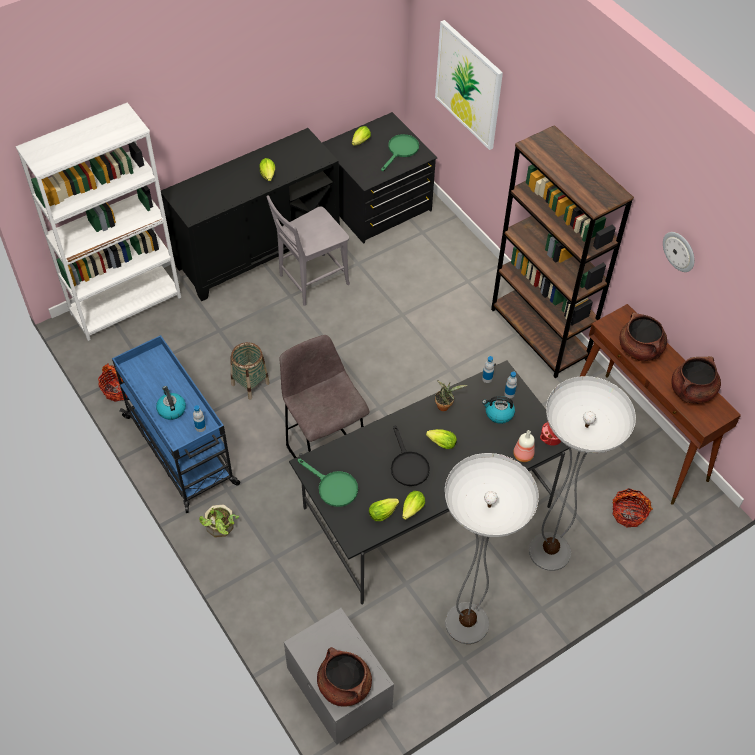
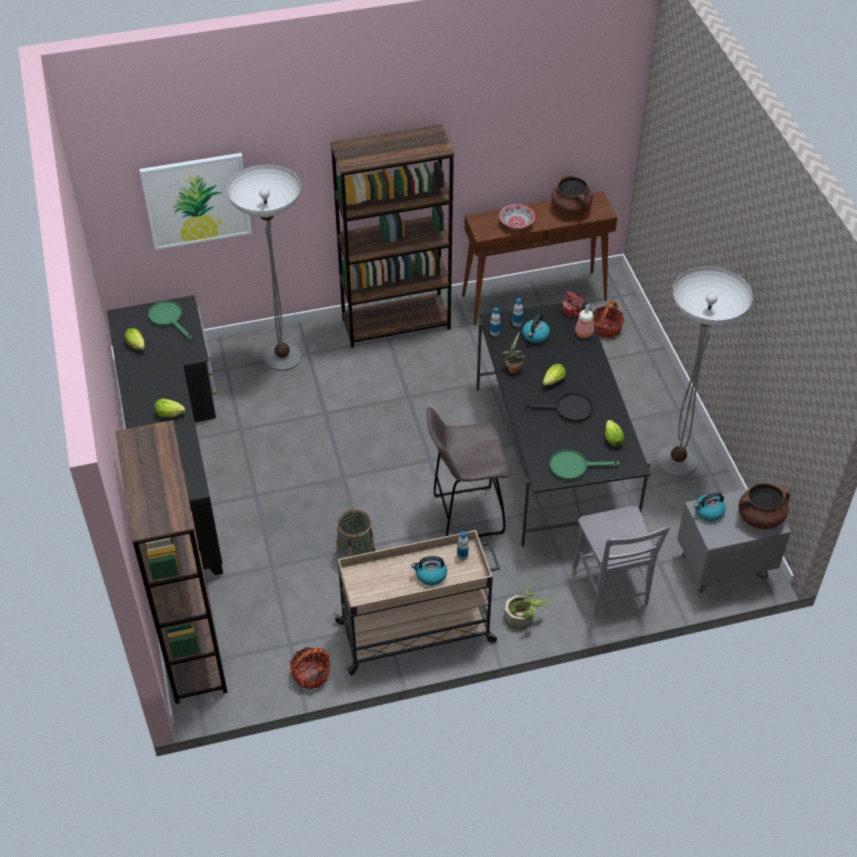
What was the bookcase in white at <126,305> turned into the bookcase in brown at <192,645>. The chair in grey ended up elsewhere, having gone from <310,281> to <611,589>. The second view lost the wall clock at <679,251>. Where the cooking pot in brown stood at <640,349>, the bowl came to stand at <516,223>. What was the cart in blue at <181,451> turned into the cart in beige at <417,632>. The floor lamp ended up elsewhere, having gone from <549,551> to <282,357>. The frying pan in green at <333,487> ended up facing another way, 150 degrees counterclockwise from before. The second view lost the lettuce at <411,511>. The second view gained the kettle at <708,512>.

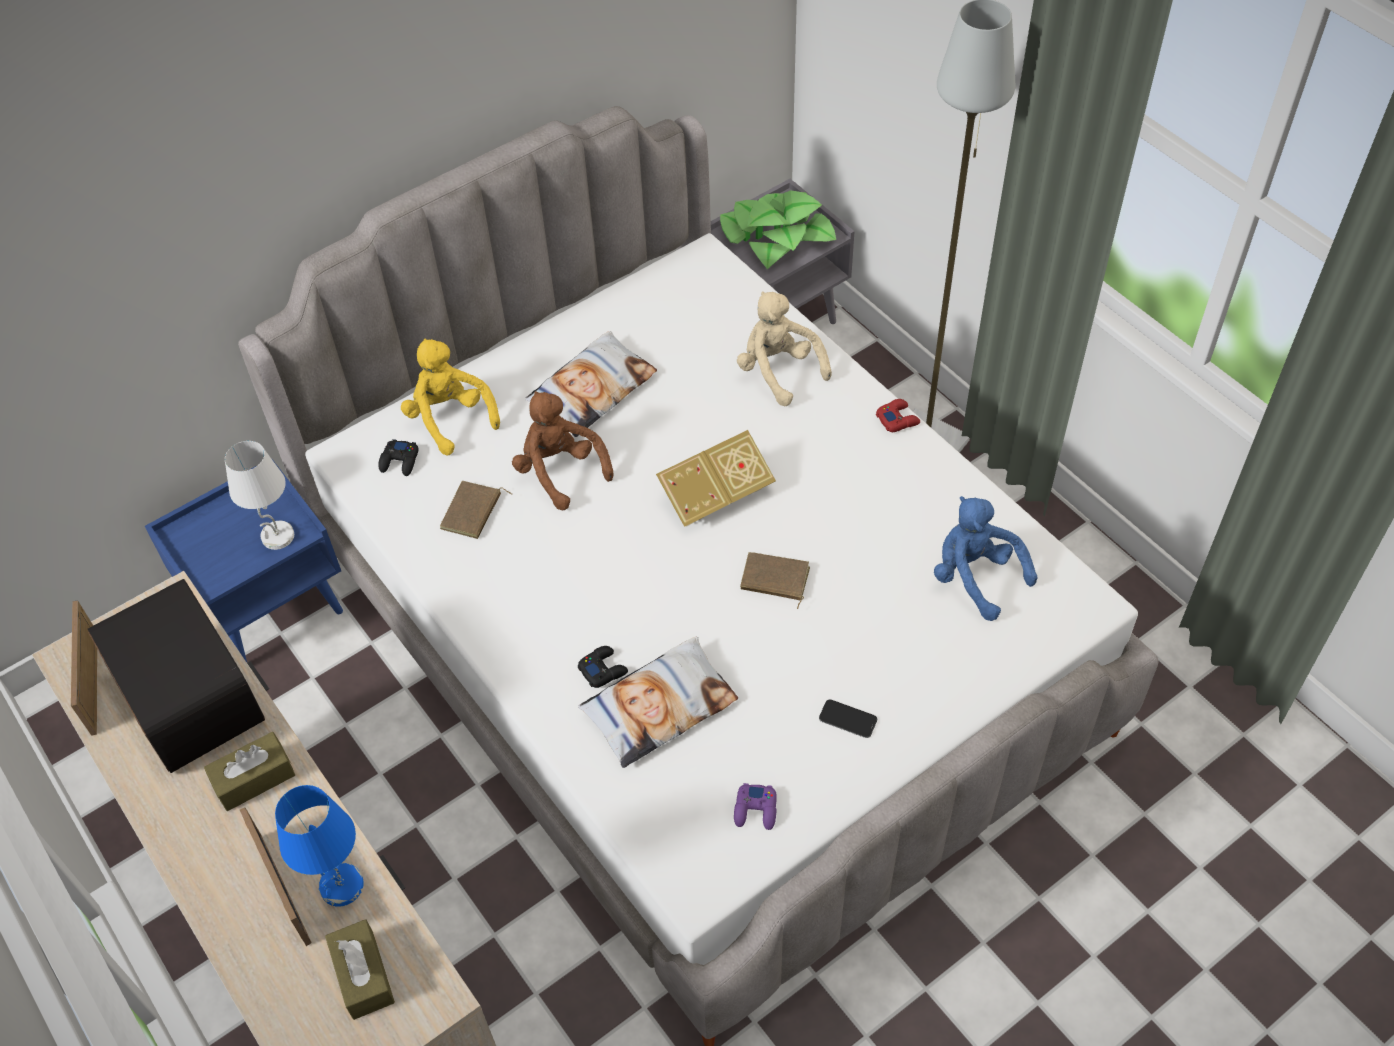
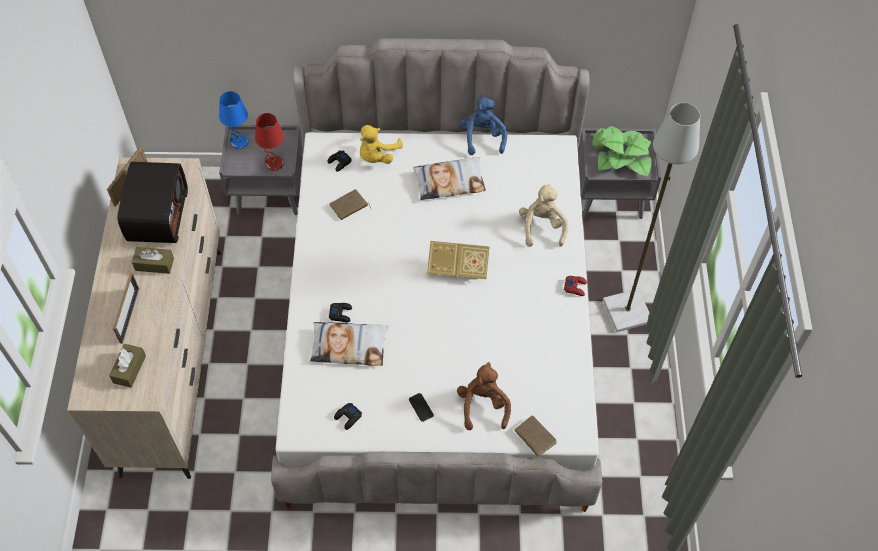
The plush toy in yellow at <450,418> ended up facing another way, 150 degrees counterclockwise from before. The plush toy in brown ended up elsewhere, having gone from <560,471> to <483,405>. What was the table lamp in white at <278,537> turned into the table lamp in red at <274,164>. What was the nightstand in blue at <272,608> turned into the nightstand in grey at <270,194>. The plush toy in blue ended up elsewhere, having gone from <975,577> to <483,137>. The book in brown ended up elsewhere, having gone from <774,580> to <534,437>. What was the game controller in purple at <756,810> turned into the game controller in black at <348,417>. The table lamp in blue ended up elsewhere, having gone from <342,887> to <239,143>.

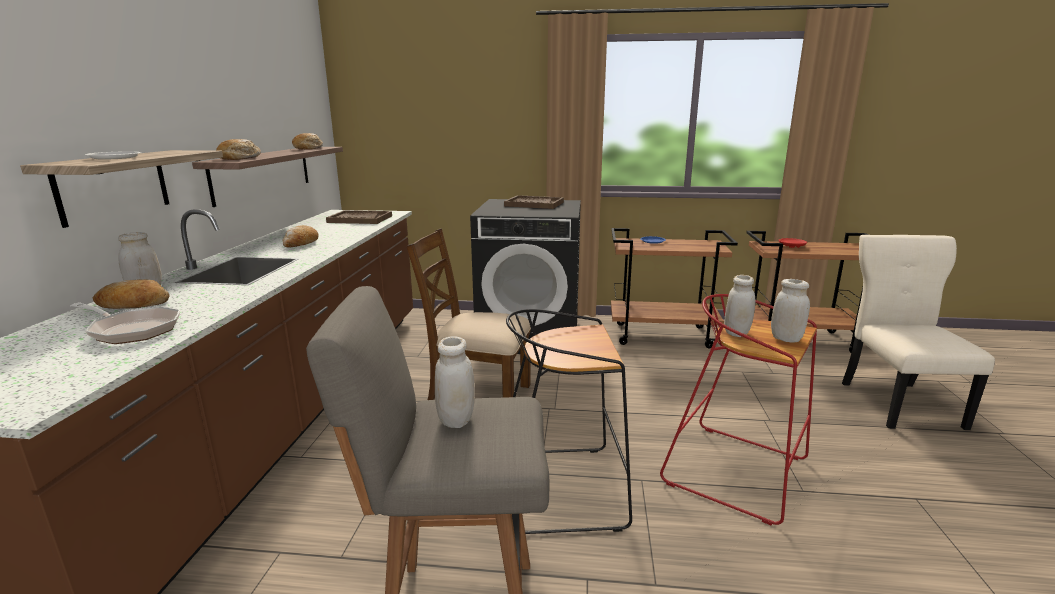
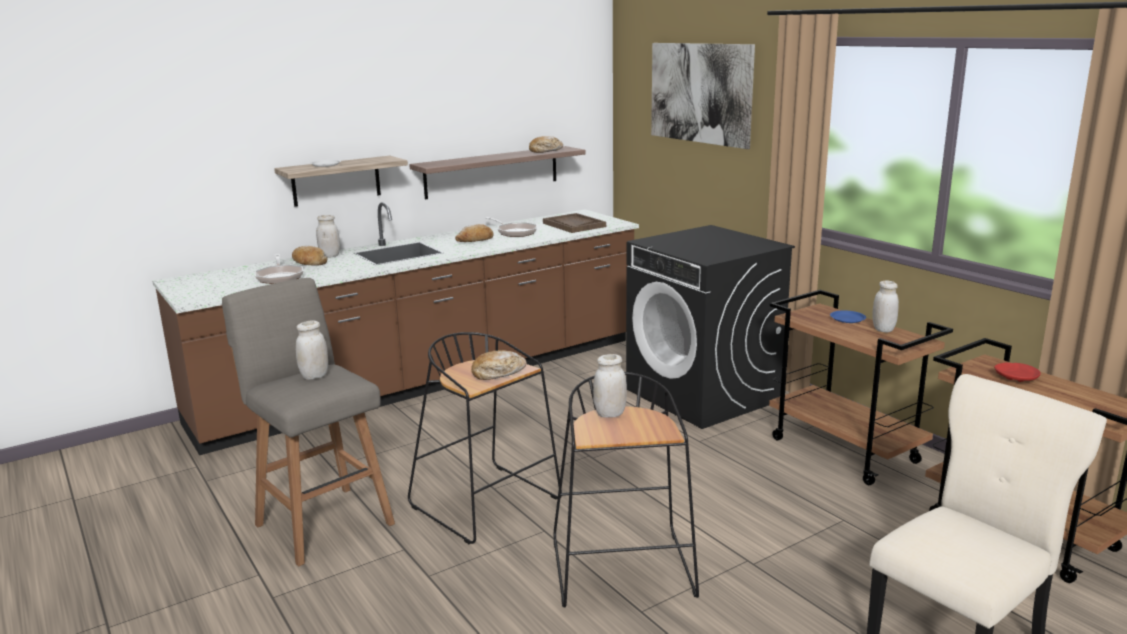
The bread ended up elsewhere, having gone from <240,158> to <498,373>. The second view lost the tray in brown at <534,204>. The second view lost the chair in brown at <478,396>. The jar in white ended up elsewhere, having gone from <786,339> to <883,329>. What was the stool in red at <738,471> turned into the stool in black at <624,570>. The second view gained the picture at <700,93>. The second view gained the frying pan at <514,232>.

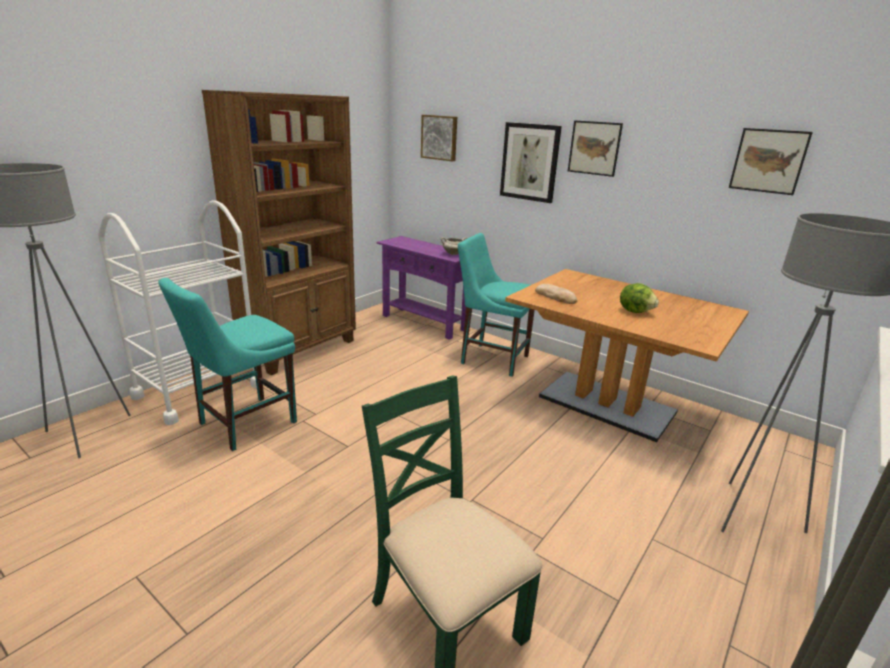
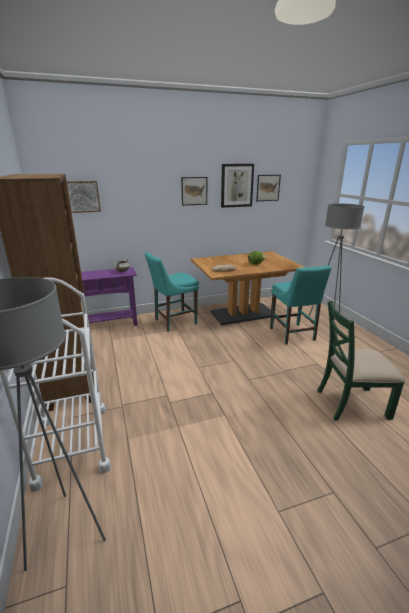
The picture ended up elsewhere, having gone from <530,162> to <236,185>. The chair in turquoise ended up elsewhere, having gone from <243,424> to <293,335>.

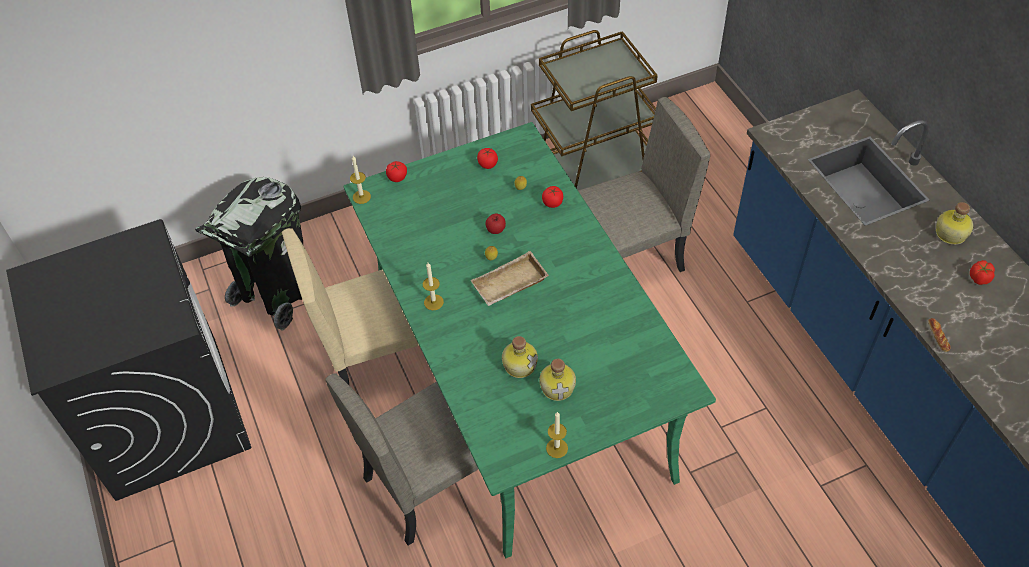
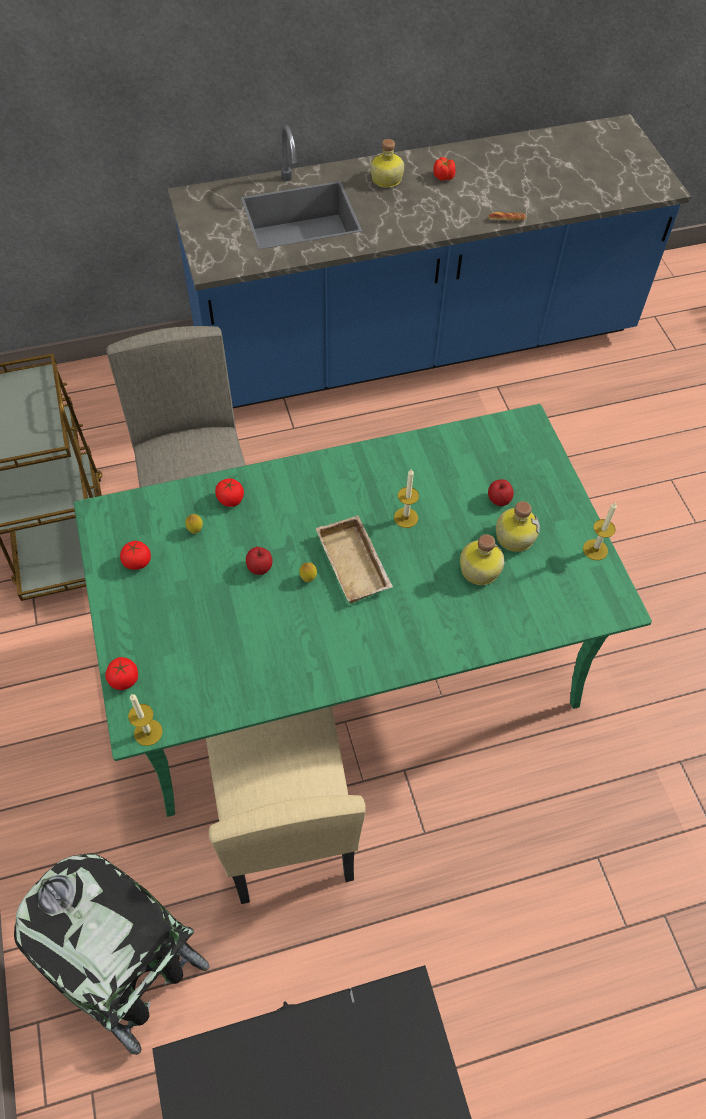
The candle ended up elsewhere, having gone from <433,302> to <406,517>. The second view lost the chair in beige at <432,481>. The second view gained the apple at <499,499>.

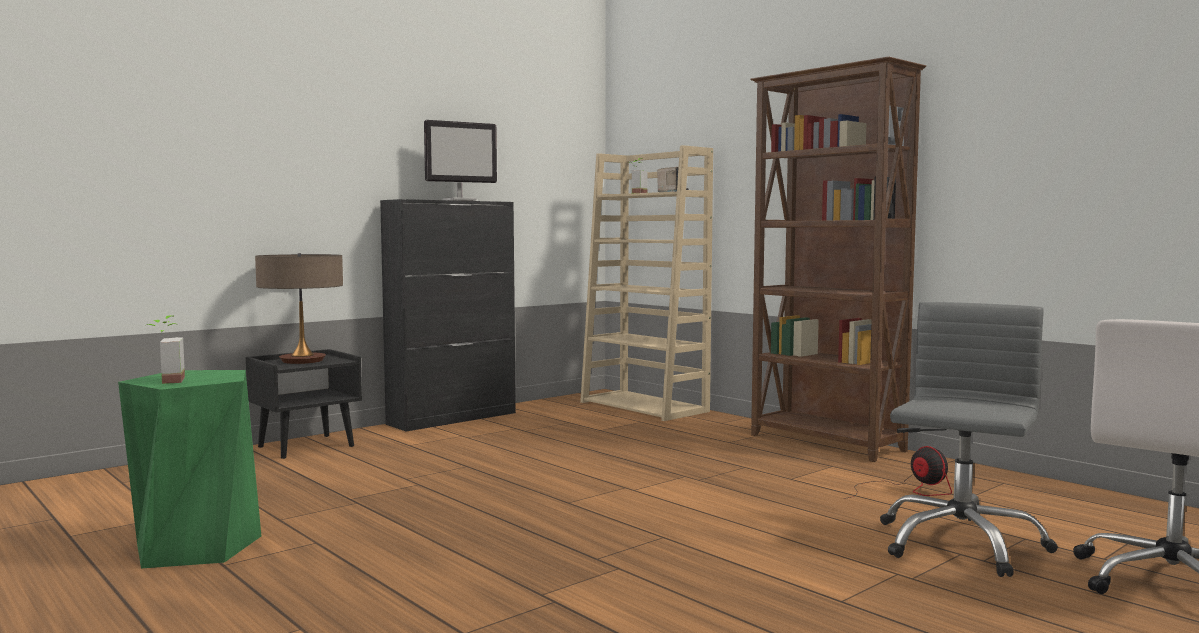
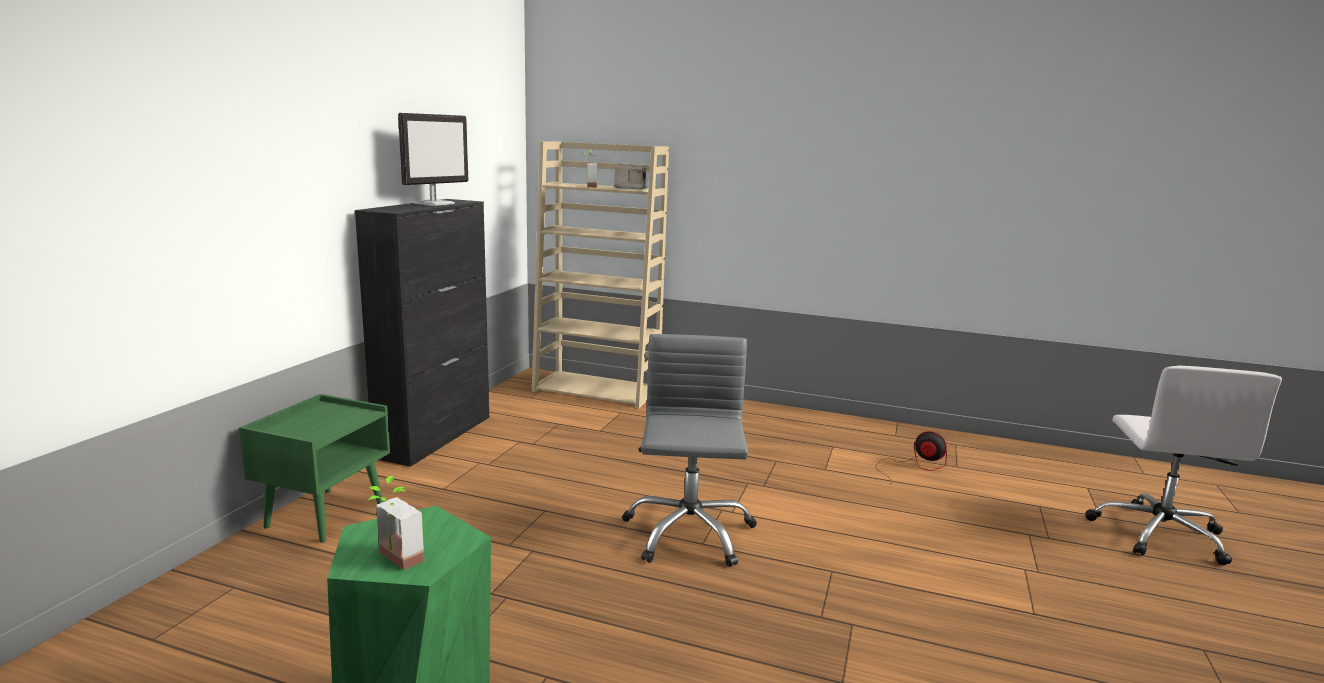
The second view lost the bookcase in brown at <826,443>. The second view lost the table lamp at <302,361>. The office chair in grey ended up elsewhere, having gone from <959,544> to <688,533>. What was the nightstand in black at <306,446> turned into the nightstand in green at <325,514>.

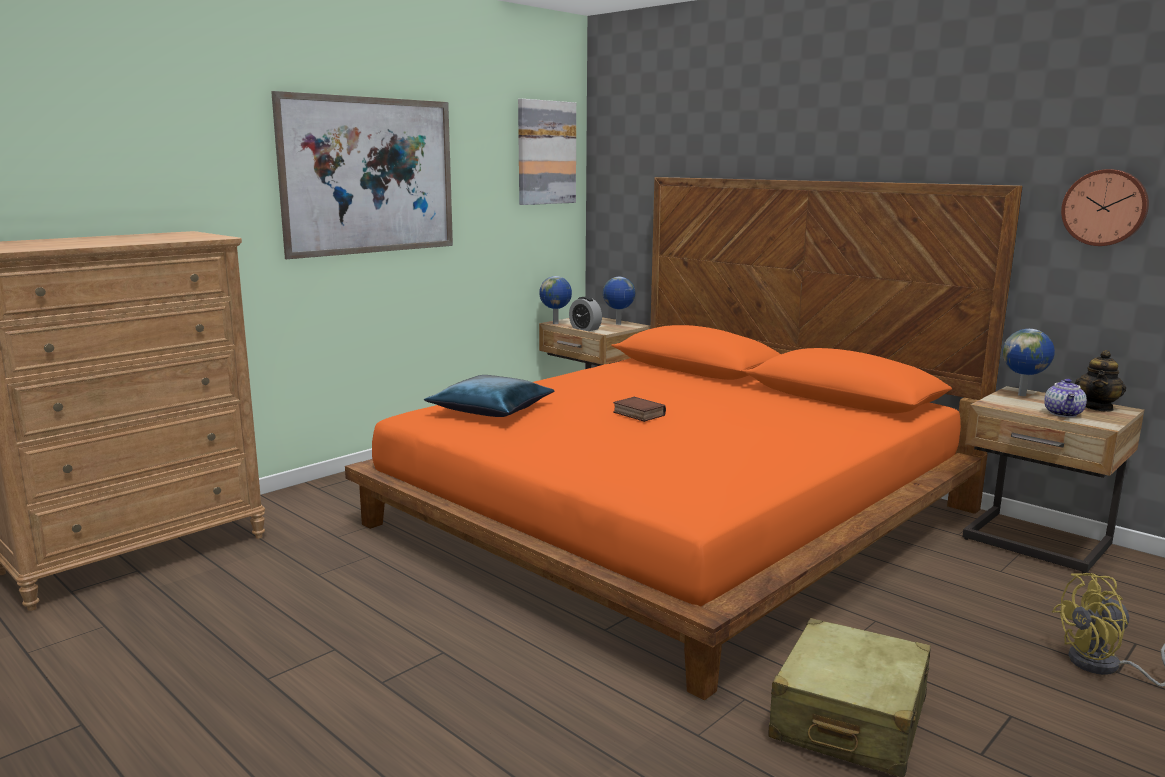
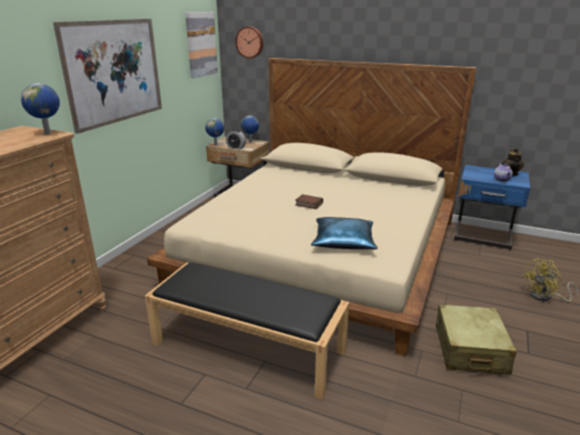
The wall clock ended up elsewhere, having gone from <1105,207> to <250,42>. What was the bed in orange at <672,516> turned into the bed in beige at <321,251>. The globe ended up elsewhere, having gone from <1023,395> to <48,133>. The pillow in blue ended up elsewhere, having gone from <492,410> to <344,241>. What was the nightstand in beige at <1036,544> turned into the nightstand in blue at <483,237>. The second view gained the bench in black at <249,346>.

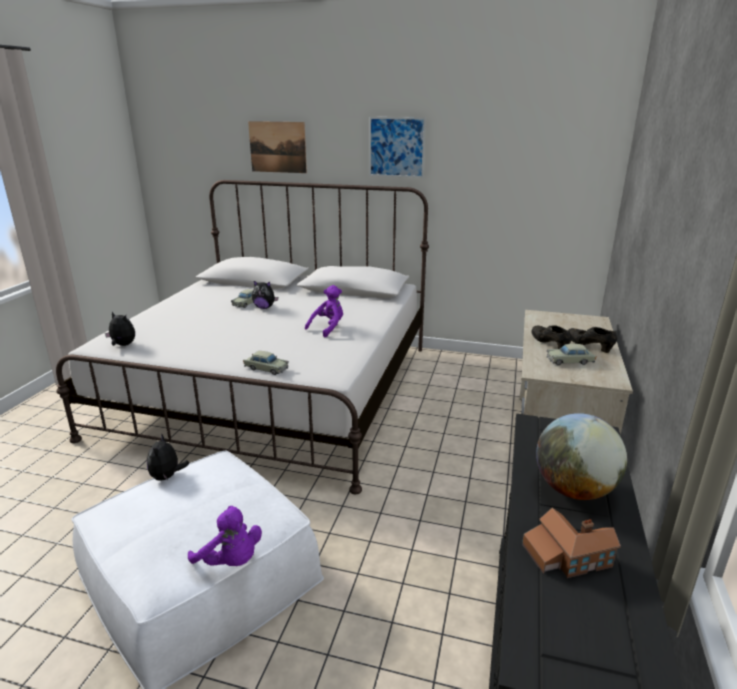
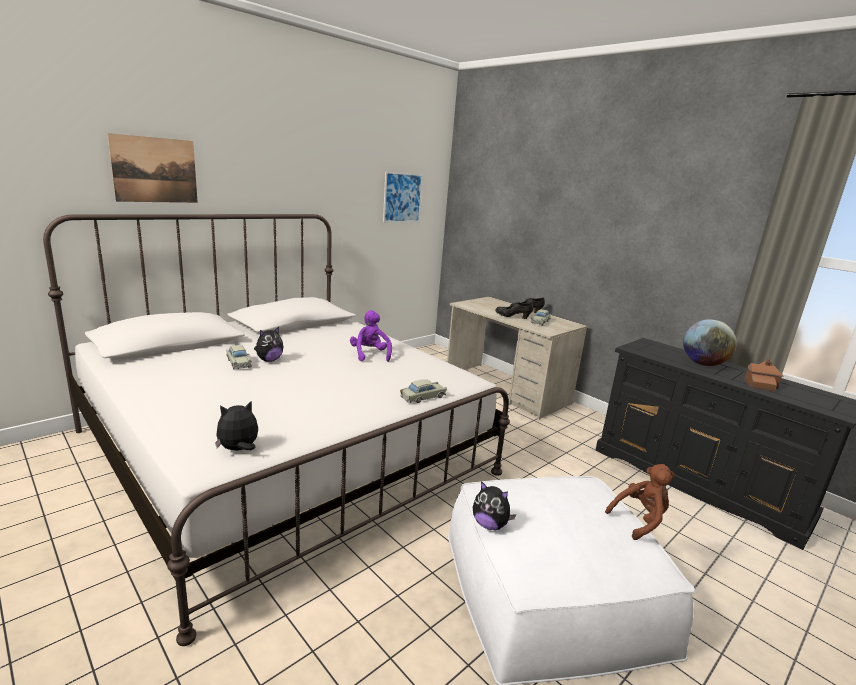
The picture ended up elsewhere, having gone from <396,147> to <402,197>. What was the plush toy in purple at <231,561> turned into the plush toy in brown at <640,520>.

